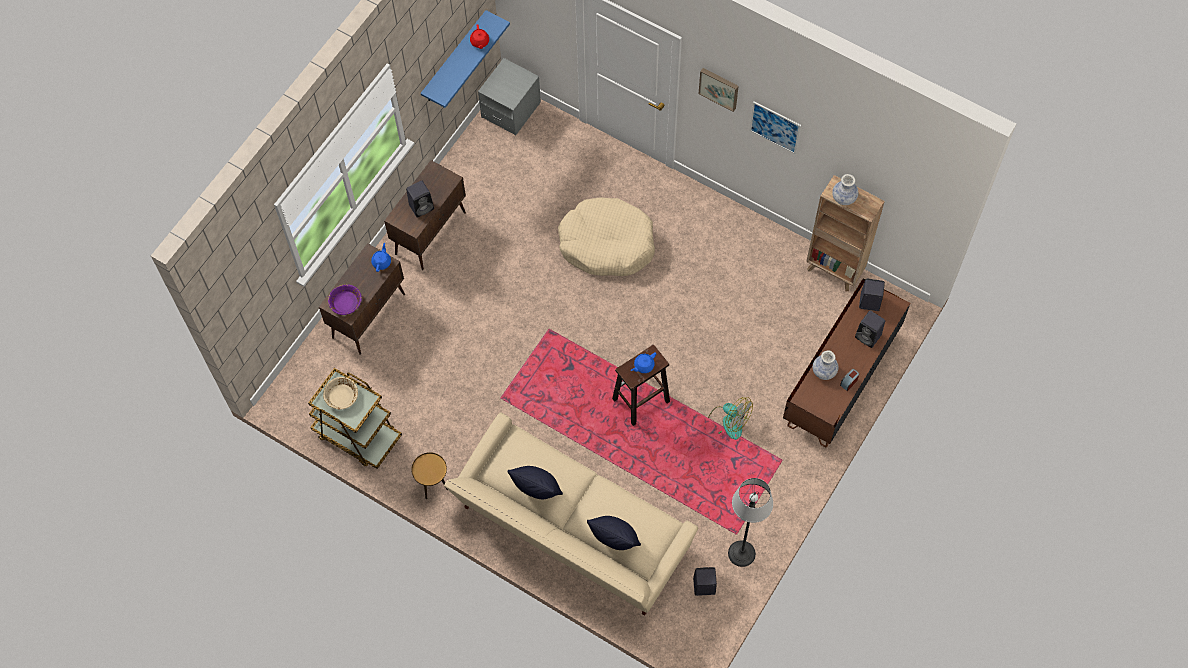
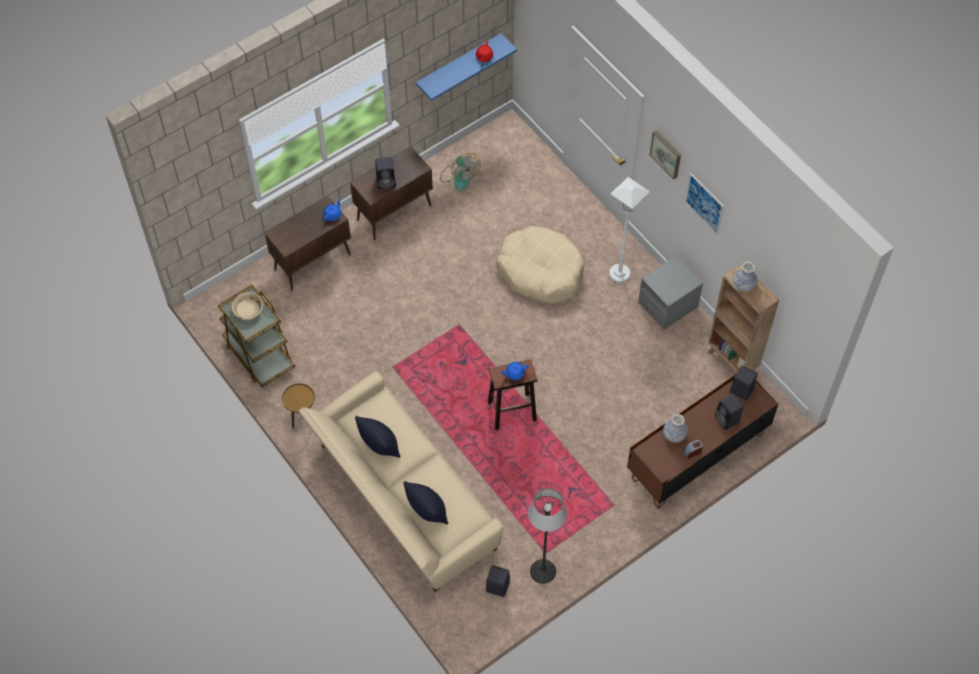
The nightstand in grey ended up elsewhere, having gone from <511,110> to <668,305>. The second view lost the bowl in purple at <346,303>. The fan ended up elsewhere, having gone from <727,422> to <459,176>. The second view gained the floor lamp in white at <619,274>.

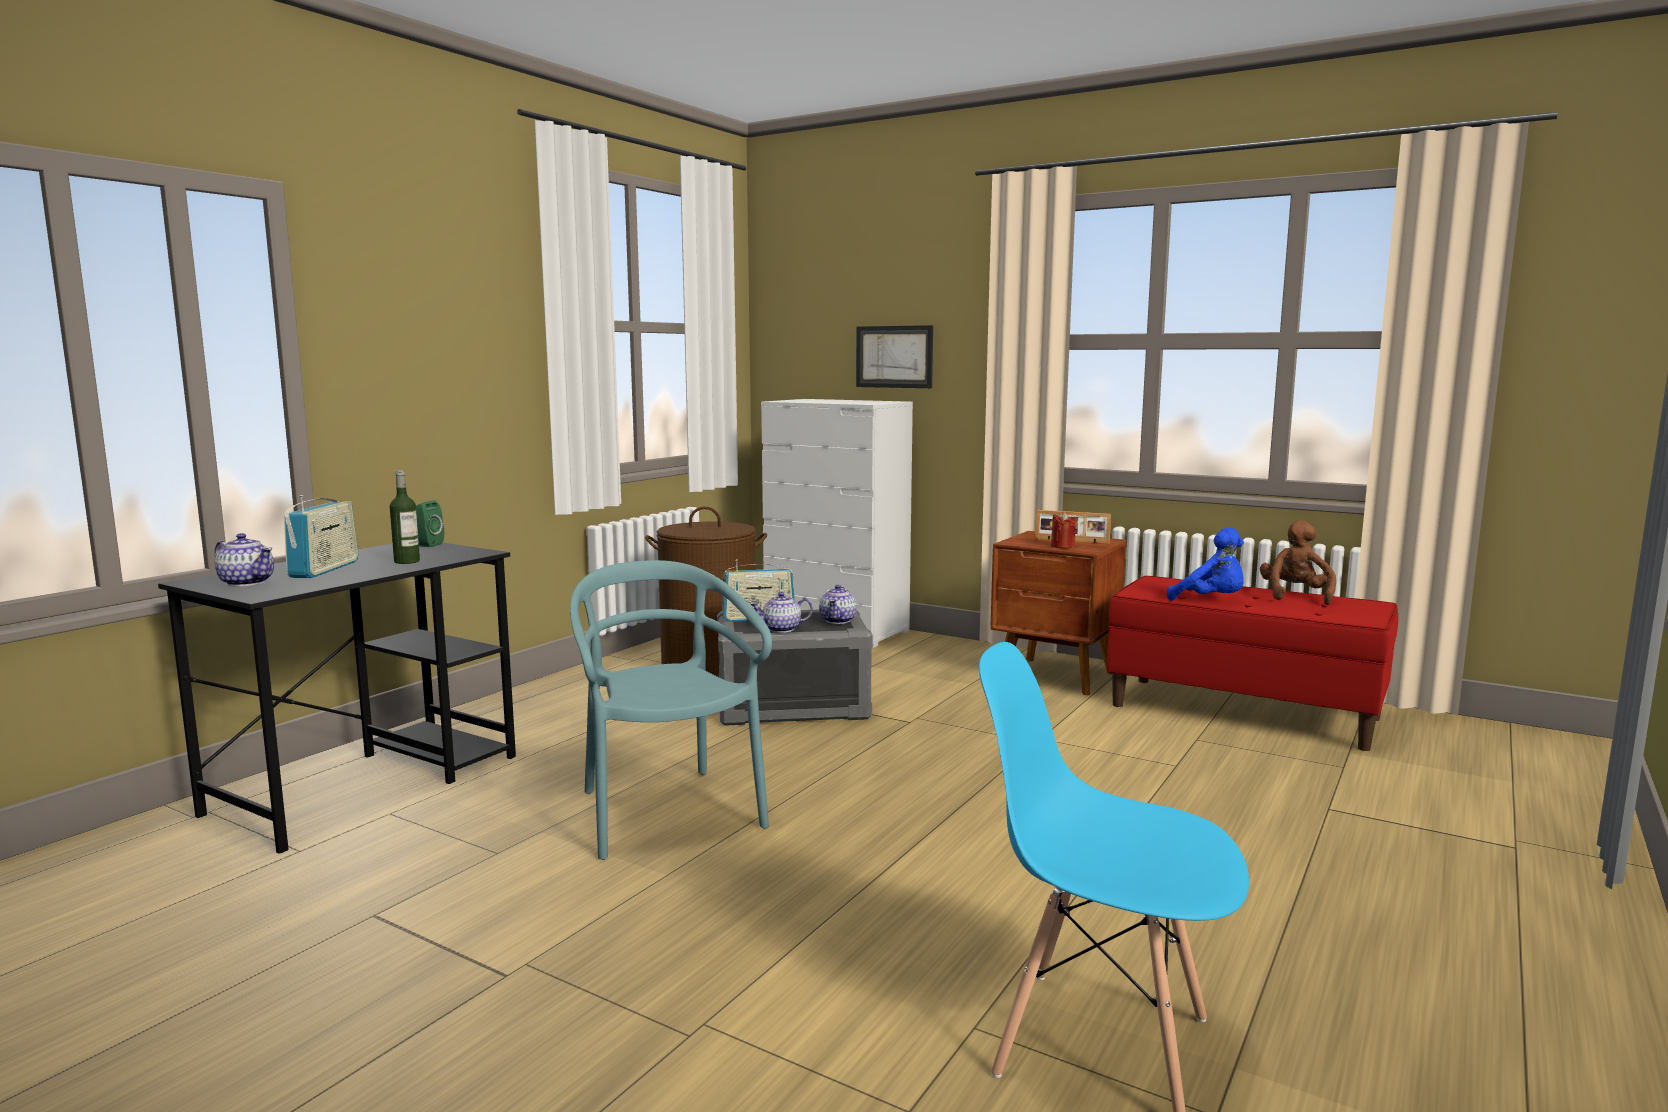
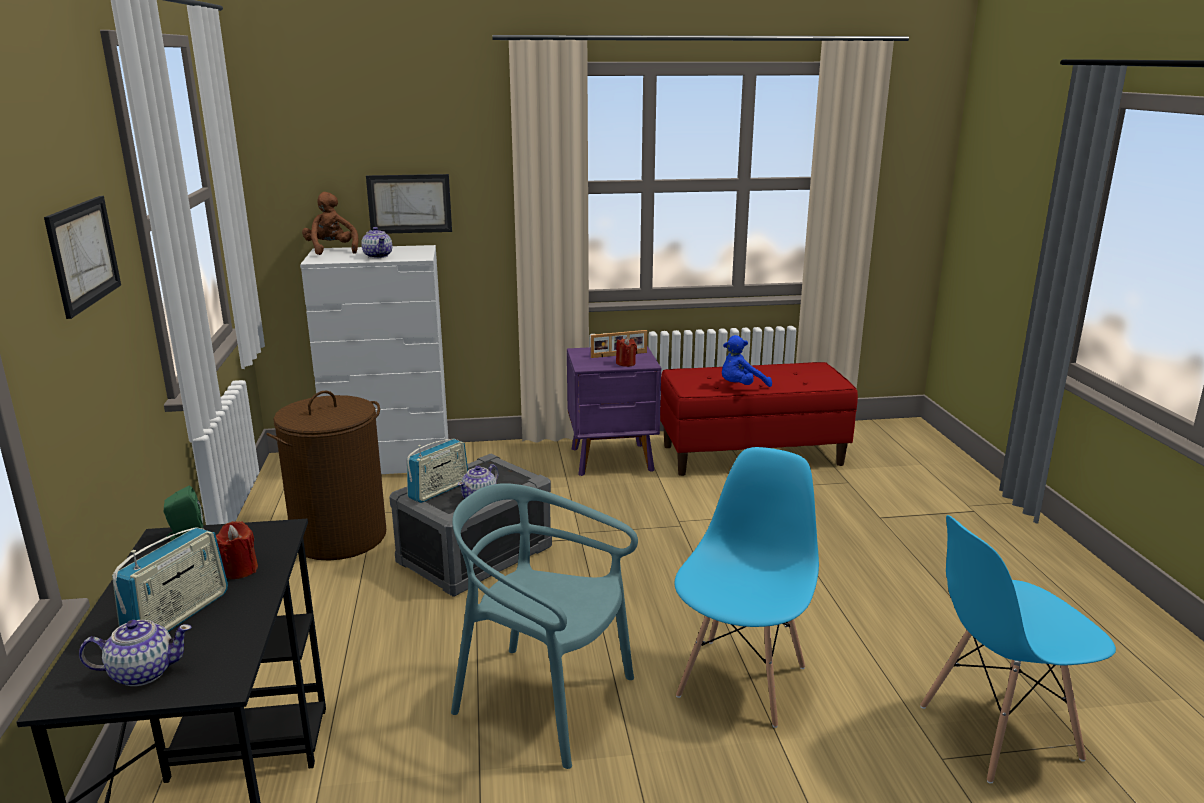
Where the bottle stood at <407,561>, the candle in red came to stand at <239,570>. The radio at <324,569> ended up facing another way, 60 degrees clockwise from before. The plush toy in brown ended up elsewhere, having gone from <1295,596> to <331,250>. The plush toy in blue at <1211,601> ended up facing another way, 150 degrees clockwise from before. What was the nightstand in brown at <1057,677> turned into the nightstand in purple at <613,460>. The teapot ended up elsewhere, having gone from <838,620> to <378,256>. The second view gained the picture at <83,254>. The second view gained the chair in blue at <742,680>.

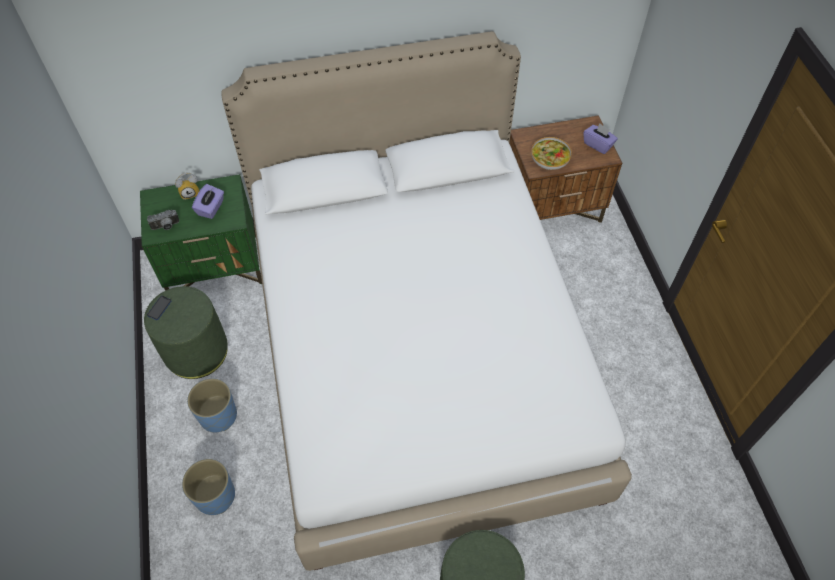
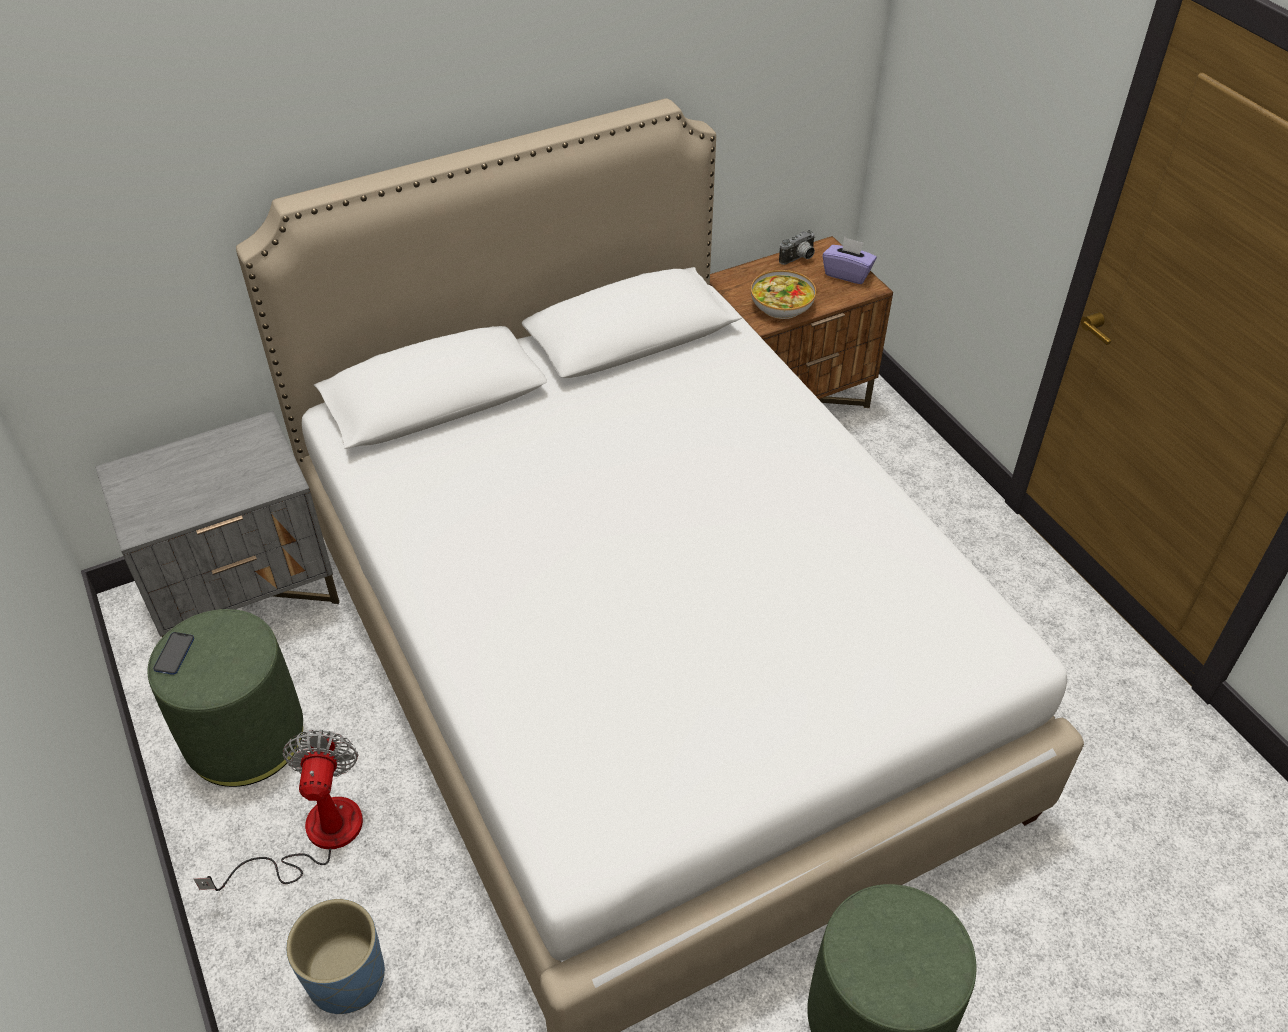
The second view lost the alarm clock at <190,193>. What was the nightstand in green at <215,267> turned into the nightstand in grey at <245,593>. The second view lost the tissue box in purple at <211,208>. The photo camera ended up elsewhere, having gone from <166,227> to <799,259>. Where the planter in blue stood at <218,416>, the fan came to stand at <314,837>.

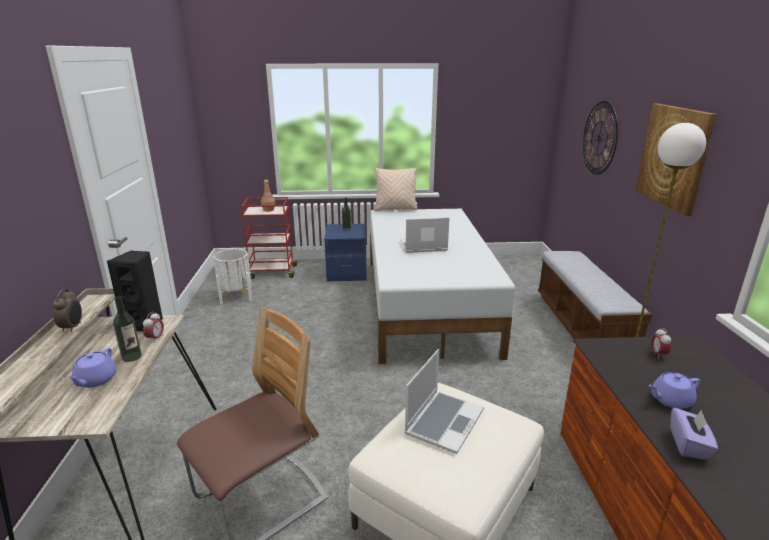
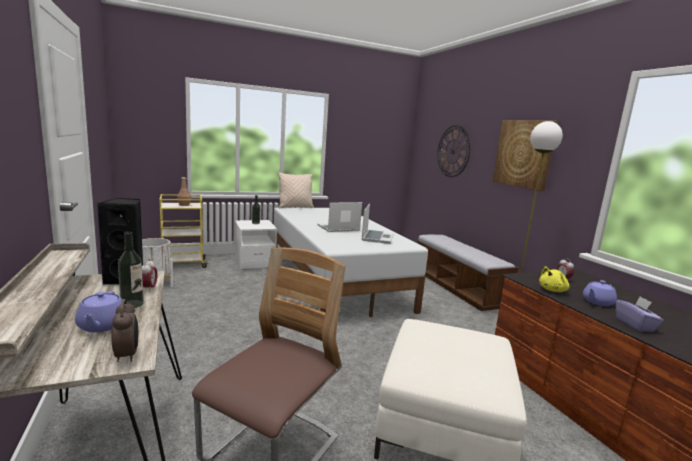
What was the cart in red at <272,272> turned into the cart in yellow at <183,264>. What was the nightstand in blue at <346,273> turned into the nightstand in white at <254,262>. The alarm clock ended up elsewhere, having gone from <73,327> to <127,355>. The laptop ended up elsewhere, having gone from <444,421> to <377,237>. The second view gained the plush toy in yellow at <553,290>.

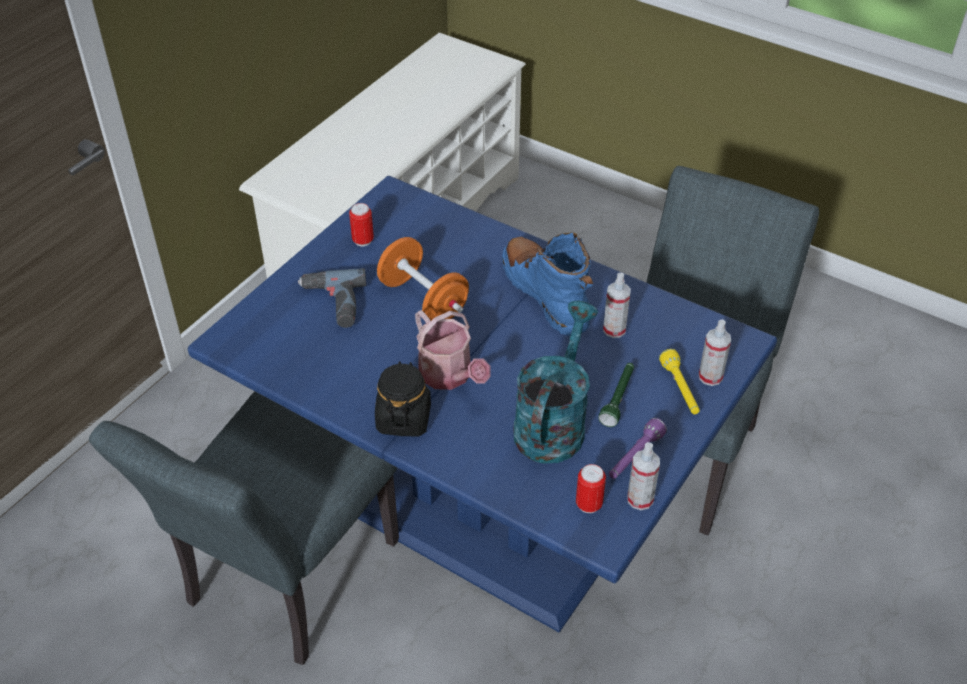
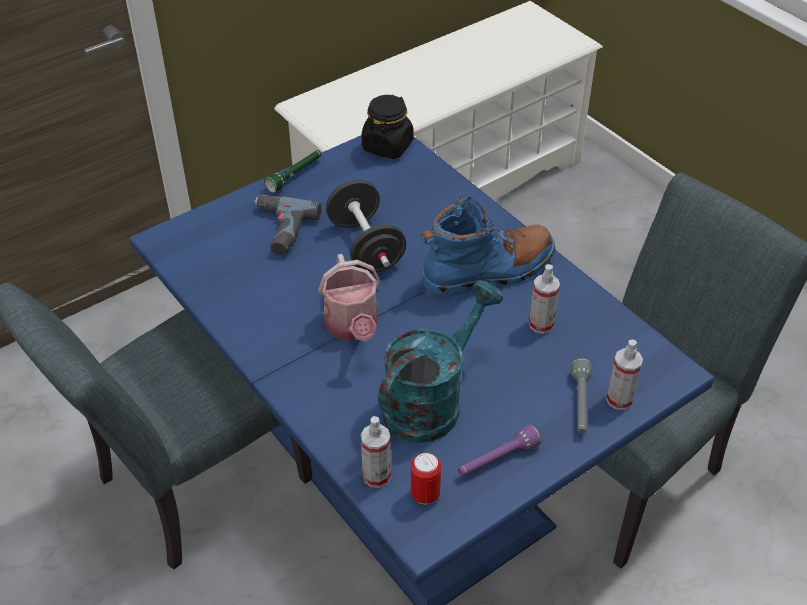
The second view lost the can at <363,241>. The boot in blue at <546,294> ended up facing another way, 75 degrees clockwise from before. What was the dumbbell in orange at <423,300> turned into the dumbbell in black at <365,247>. What was the flashlight in yellow at <680,389> turned into the flashlight in grey at <580,404>. The jar in black ended up elsewhere, having gone from <403,419> to <387,146>. The flashlight in green ended up elsewhere, having gone from <618,398> to <295,175>. The spray bottle ended up elsewhere, having gone from <640,499> to <376,476>.

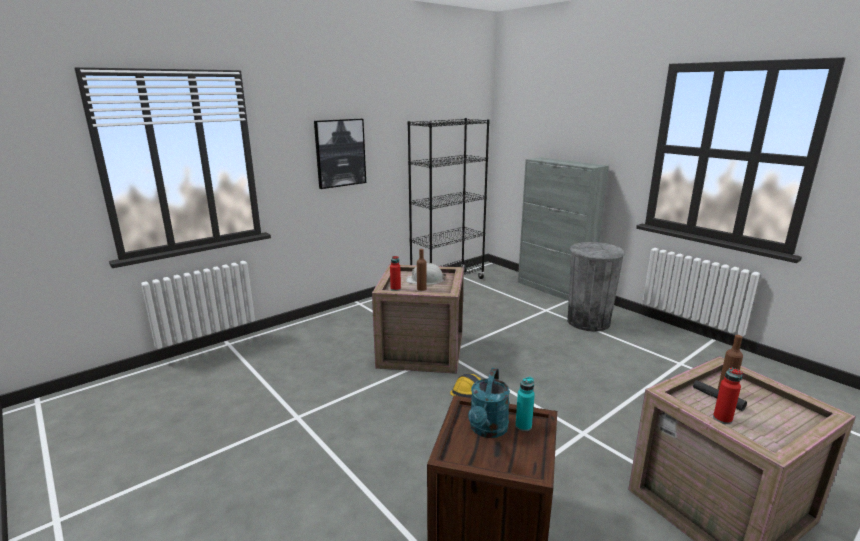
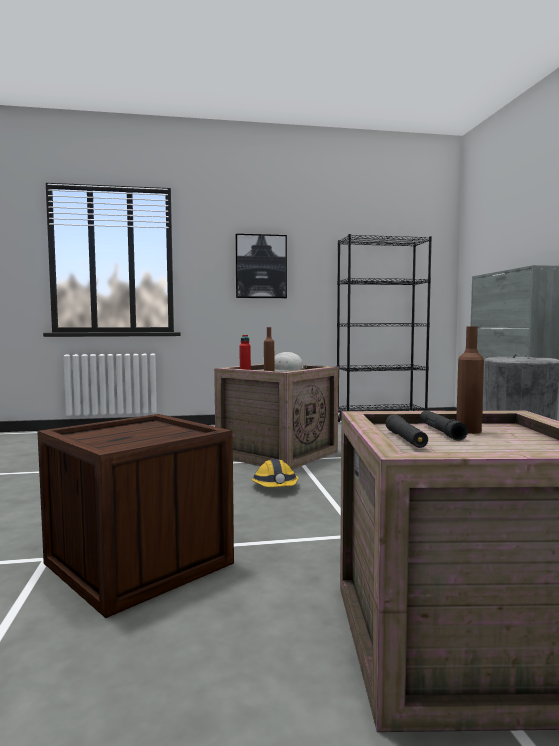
The second view lost the watering can in turquoise at <487,430>. Where the bottle in red stood at <722,419>, the flashlight in black came to stand at <405,440>. The second view lost the bottle in turquoise at <523,426>.

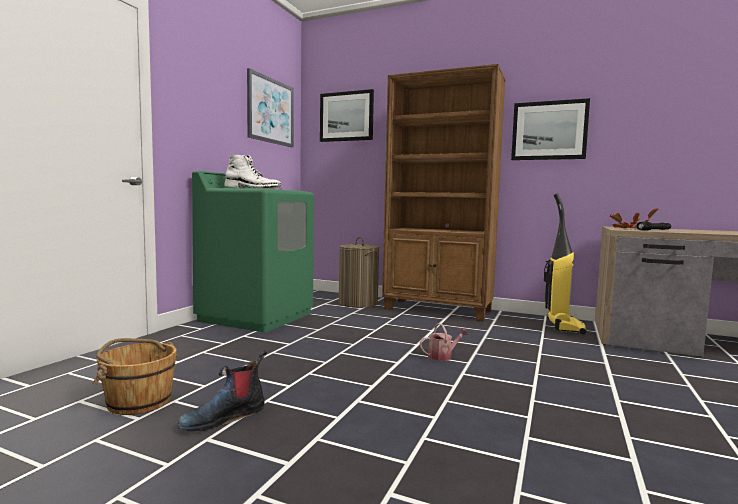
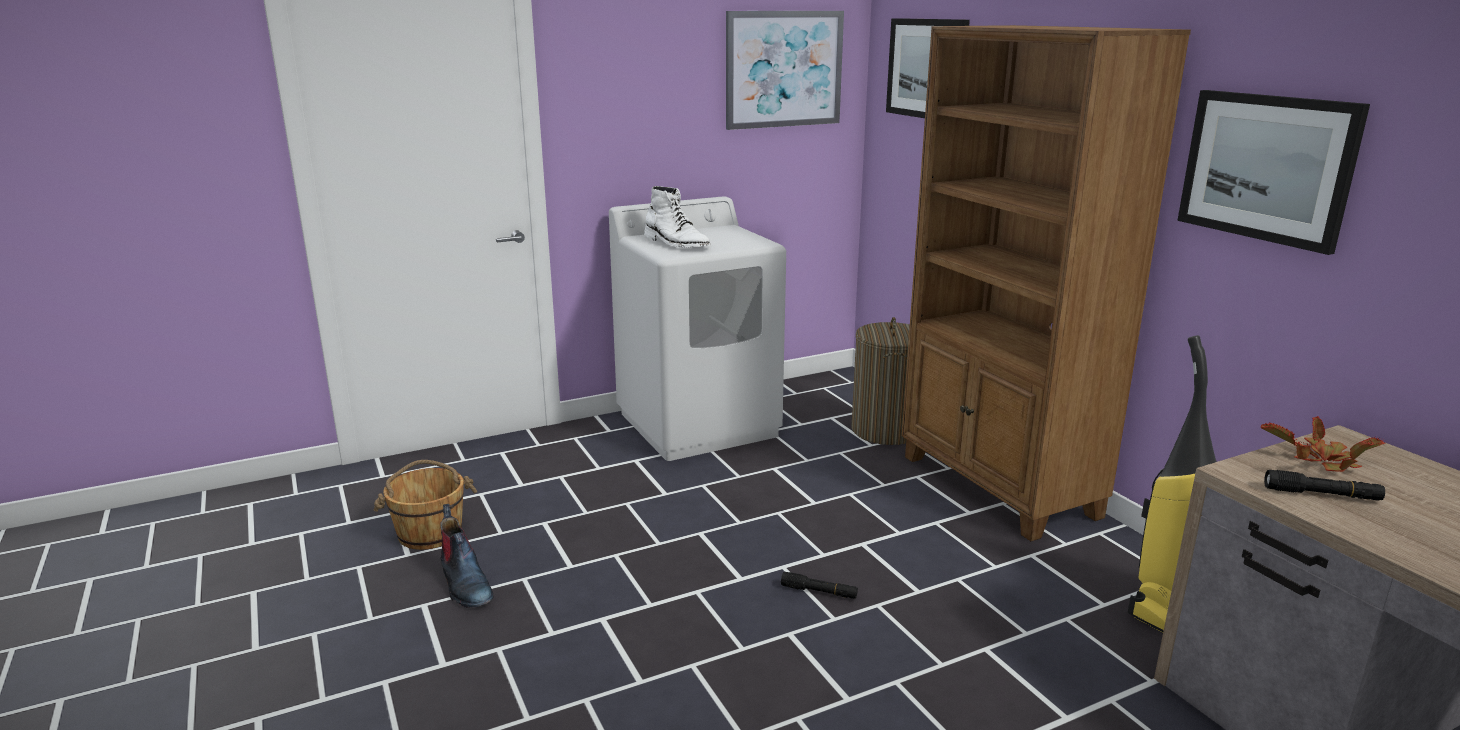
What was the washing machine in green at <256,317> turned into the washing machine in white at <699,424>. Where the watering can stood at <443,356>, the flashlight in black came to stand at <819,592>. The boot at <224,417> ended up facing another way, 120 degrees counterclockwise from before.

